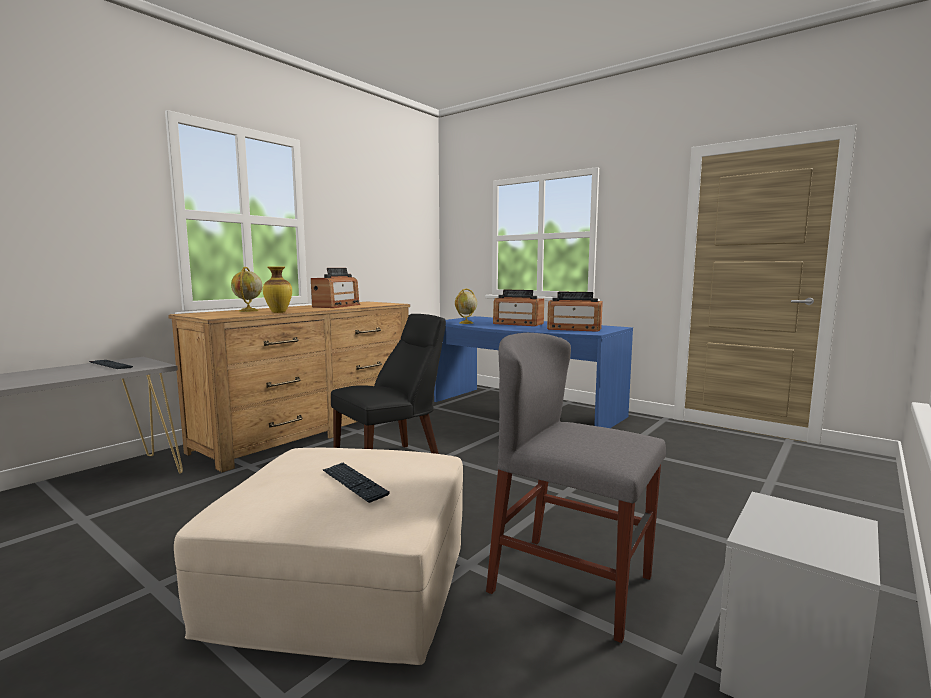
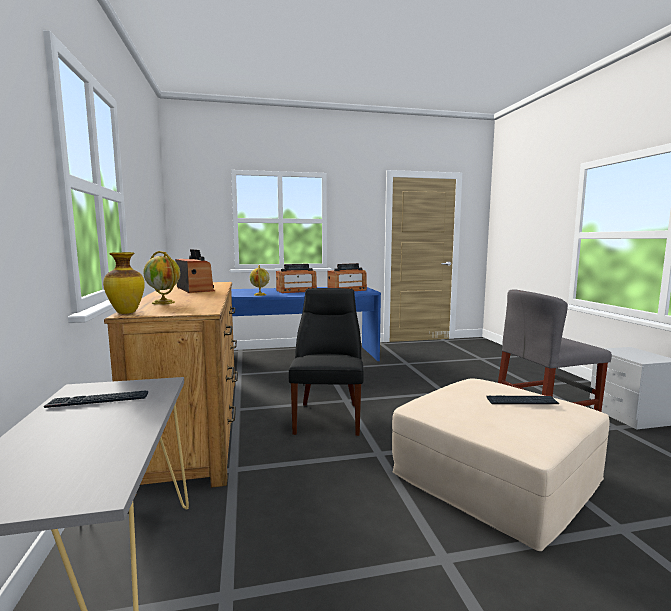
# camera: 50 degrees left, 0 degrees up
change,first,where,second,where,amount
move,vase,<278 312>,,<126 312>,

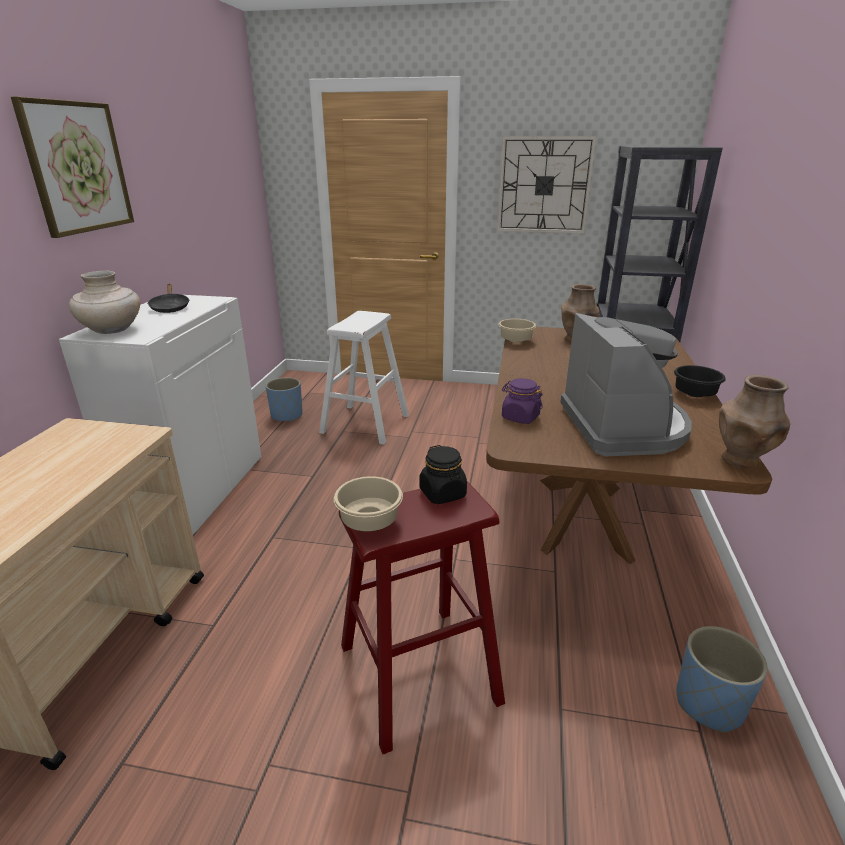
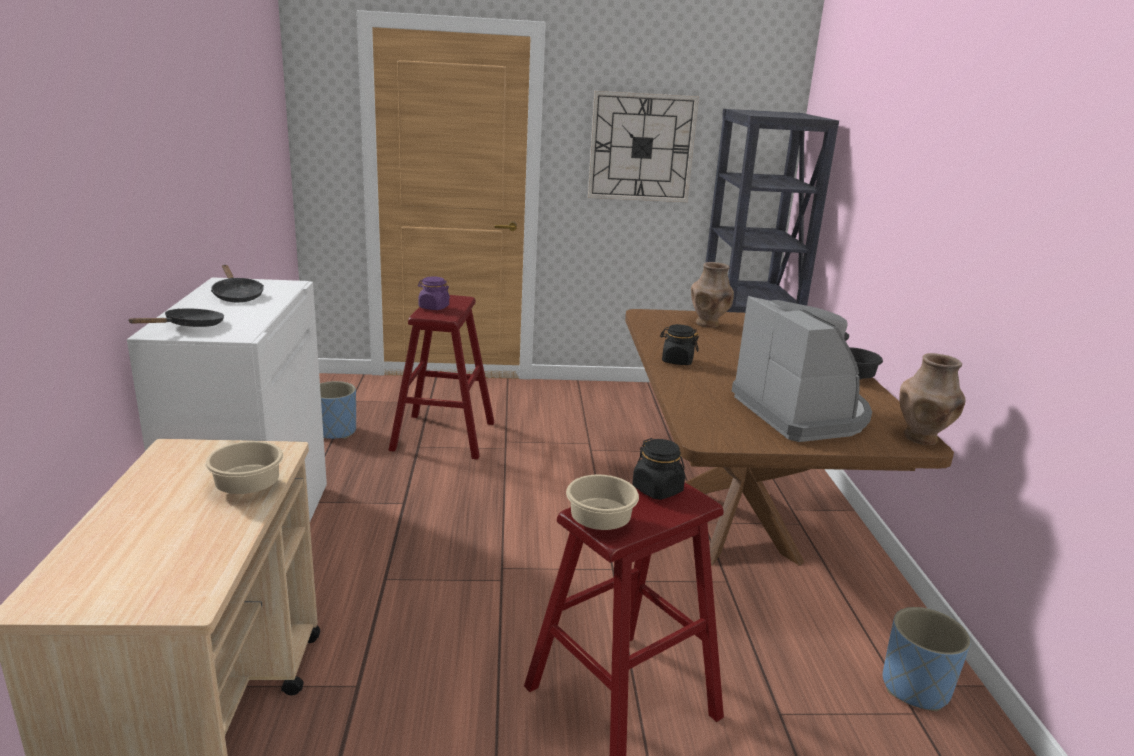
# camera: 15 degrees left, 5 degrees down
change,first,where,second,where,amount
delete,tableau,<77 167>,,,
insert,,,bocal (noir),<677 361>,
move,bol (beige),<516 341>,,<250 487>,
move,bocal (violet),<520 417>,,<433 307>,
replace,vase (beige),<112 330>,poêle (noir),<189 326>,
recolor,tabouret (blanc),<365 424>,tabouret (rouge),<443 436>,

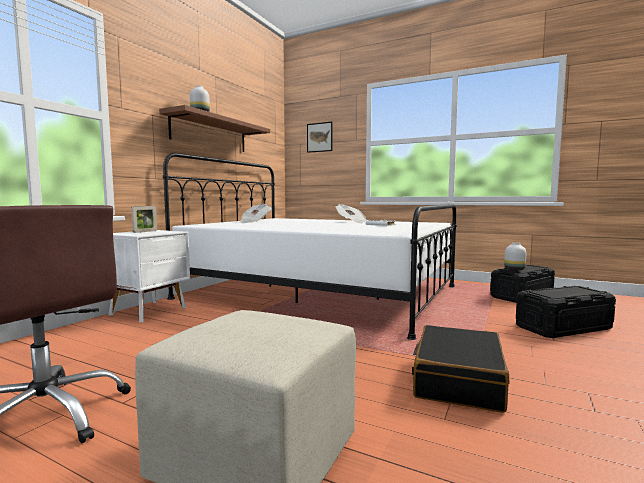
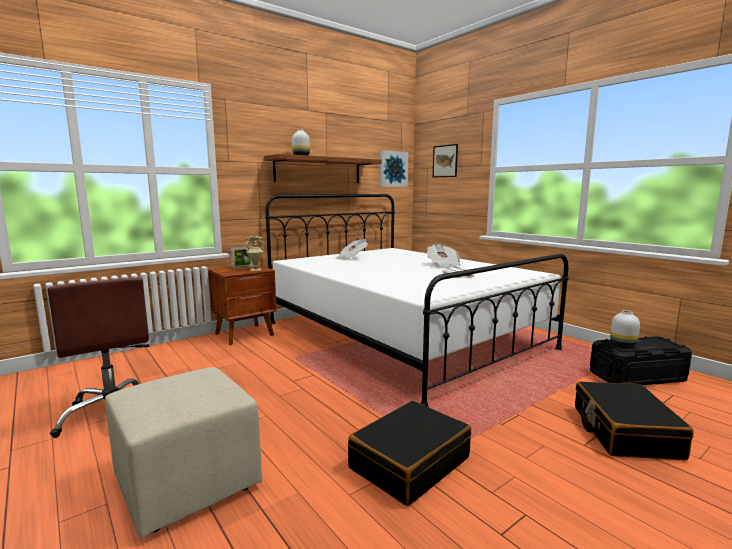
# camera: 25 degrees right, 5 degrees up
change,first,where,second,where,amount
insert,,,vase (beige),<255 269>,
insert,,,tableau,<393 169>,
replace,boîte de rangement (noir),<563 327>,valise (noir),<624 432>,
recolor,table de chevet (blanc),<150 311>,table de chevet (marron),<245 334>,

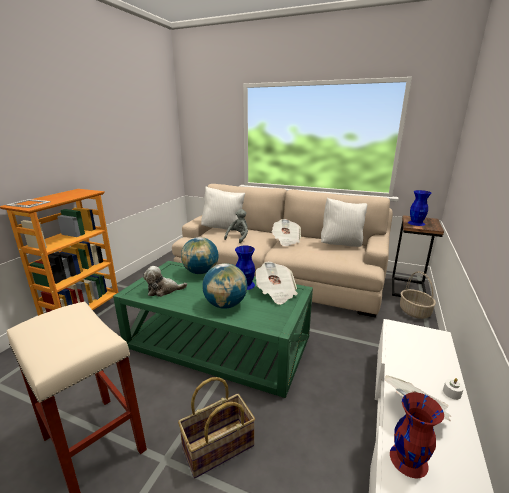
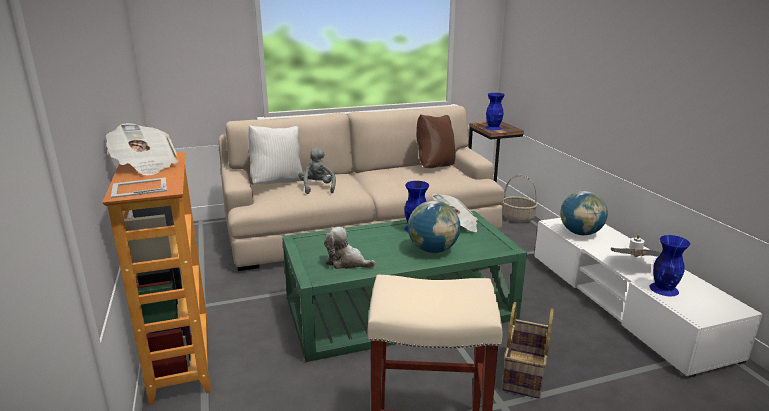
# camera: 40 degrees left, 0 degrees up
change,first,where,second,where,amount
move,globe,<201 272>,,<580 233>,
move,journal,<286 240>,,<145 166>,
recolor,coussin (blanc),<341 244>,coussin (marron),<434 167>,
recolor,vase (rouge),<408 459>,vase (bleu),<663 289>,
rotate,peluche,<163 290>,,<346 262>,75 degrees clockwise

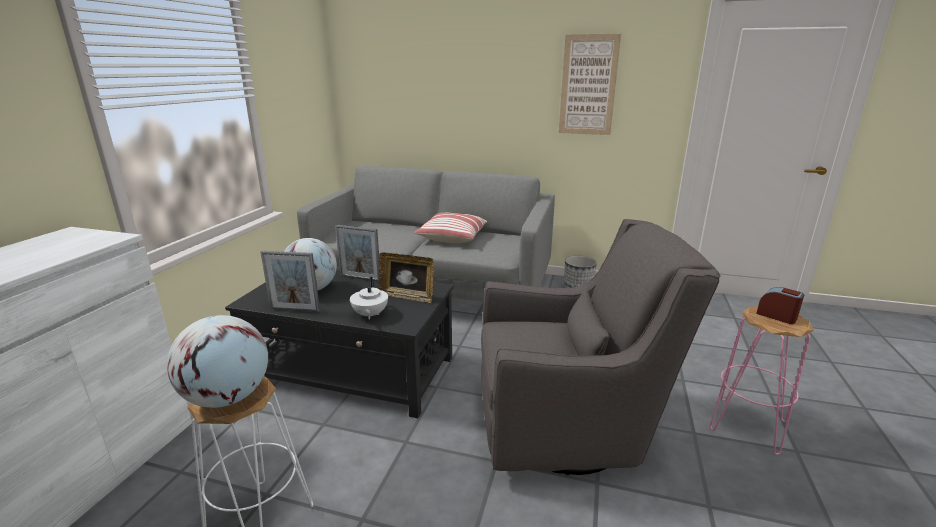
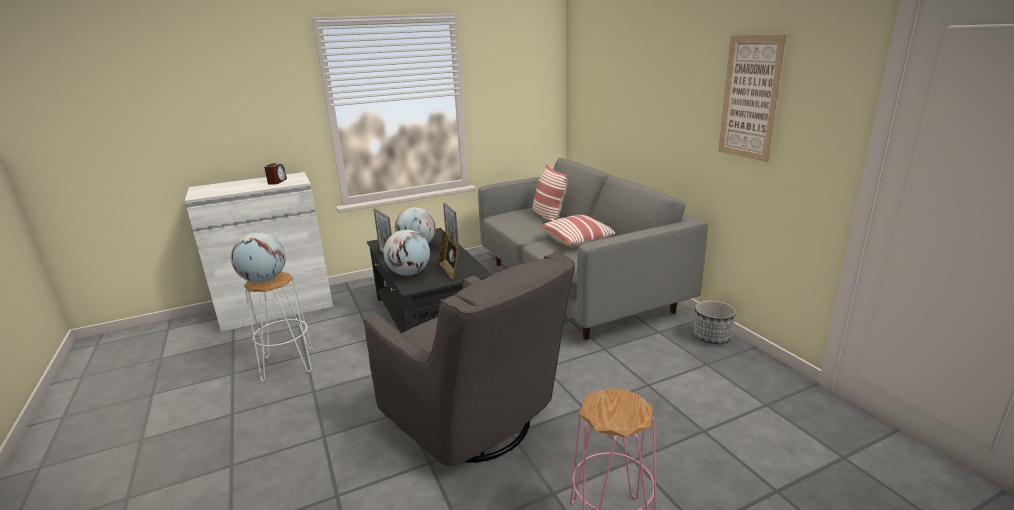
# camera: 50 degrees right, 0 degrees up
change,first,where,second,where,amount
insert,,,coussin,<548 216>,
move,réveil,<776 316>,,<277 181>,
replace,théière (blanc),<370 315>,globe,<409 273>,

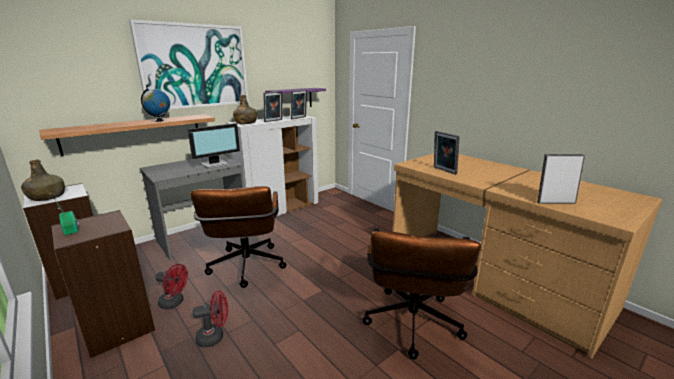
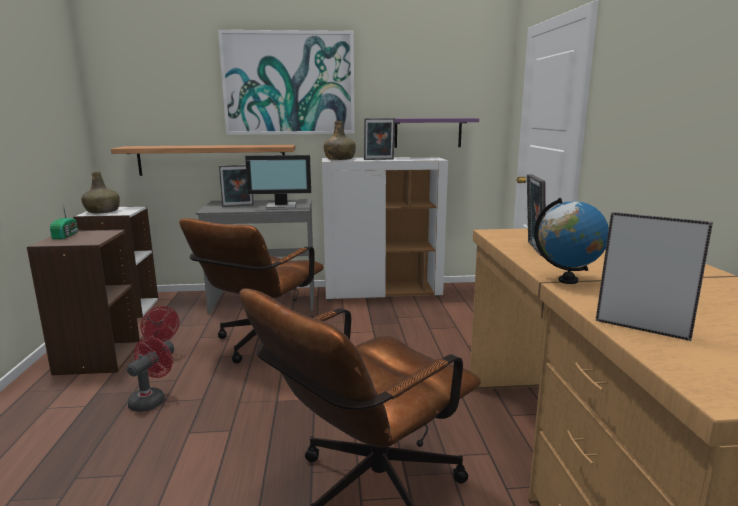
# camera: 35 degrees right, 5 degrees down
change,first,where,second,where,amount
move,globe,<159 121>,,<568 280>,
move,cadre photo,<299 118>,,<238 206>,
rotate,ventilateur (rouge),<215 336>,,<151 400>,90 degrees counterclockwise

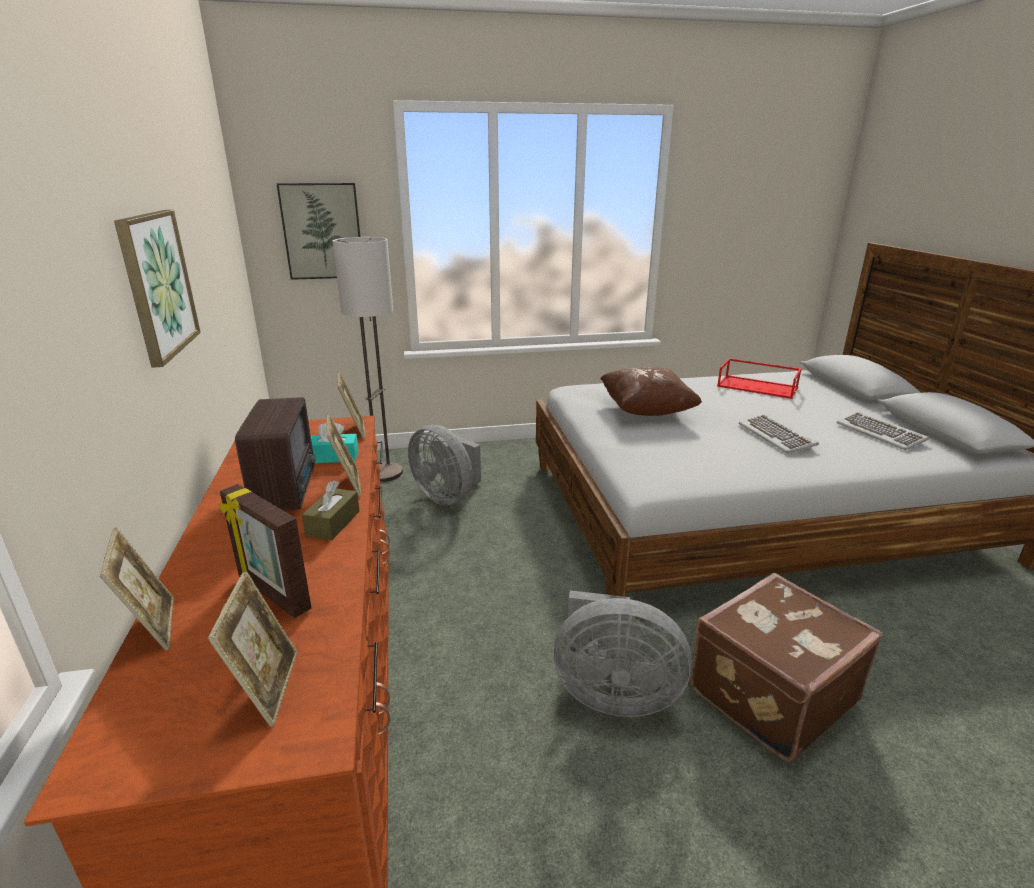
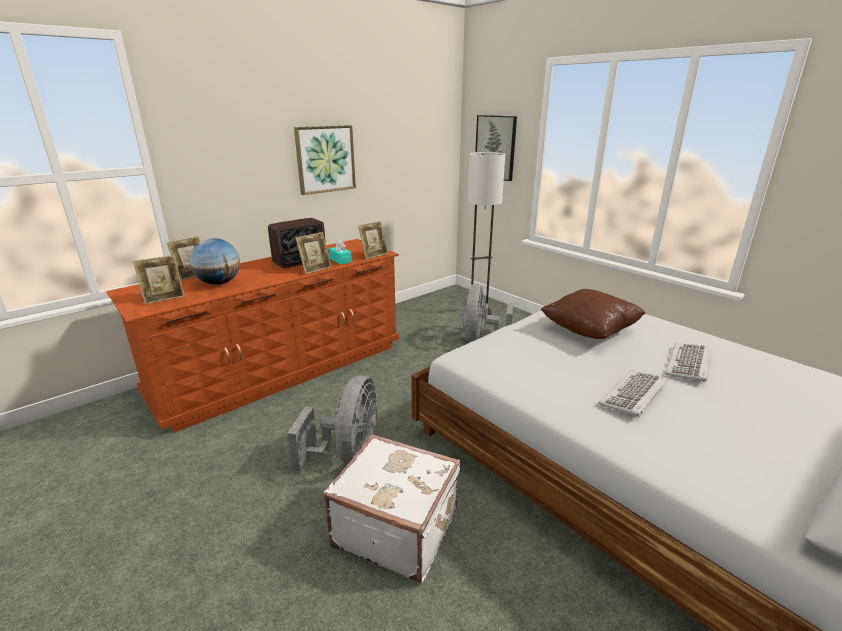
# camera: 60 degrees right, 0 degrees up
change,first,where,second,where,amount
delete,boîte à mouchoirs (marron),<333 523>,,,
delete,plateau (rouge),<758 387>,,,
move,clavier,<880 433>,,<689 364>,
replace,cadre photo,<272 594>,globe,<219 283>,
recolor,valise (marron),<769 693>,valise (blanc),<396 528>,
rotate,ventilateur (gris),<612 694>,,<348 454>,150 degrees counterclockwise

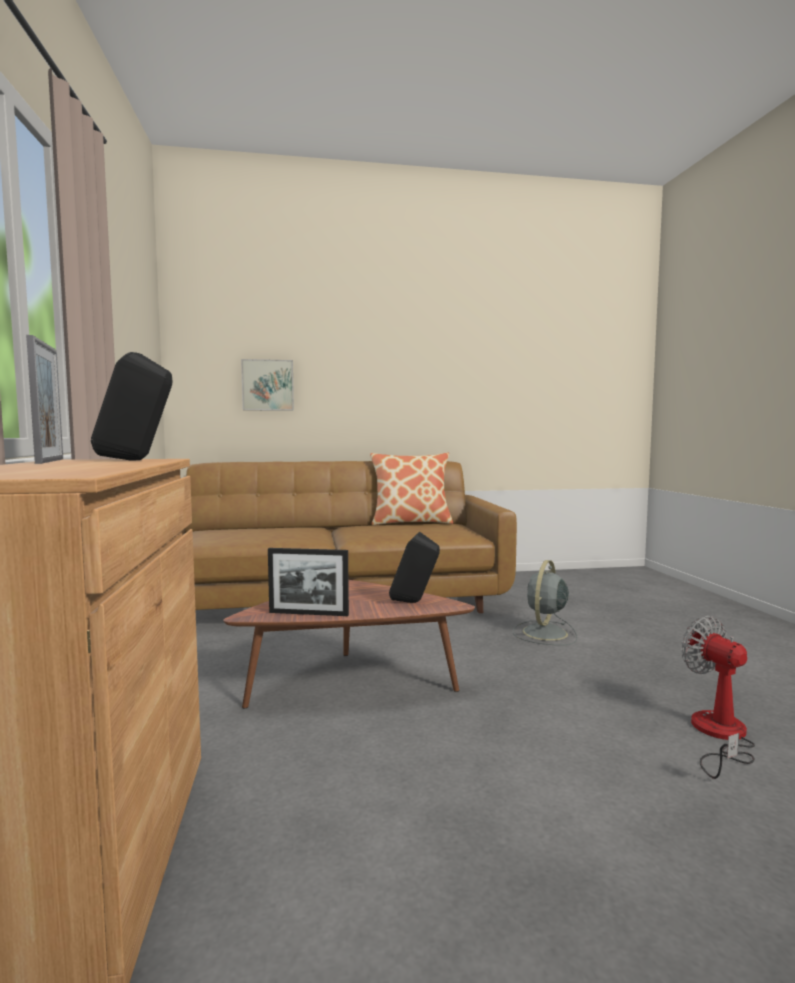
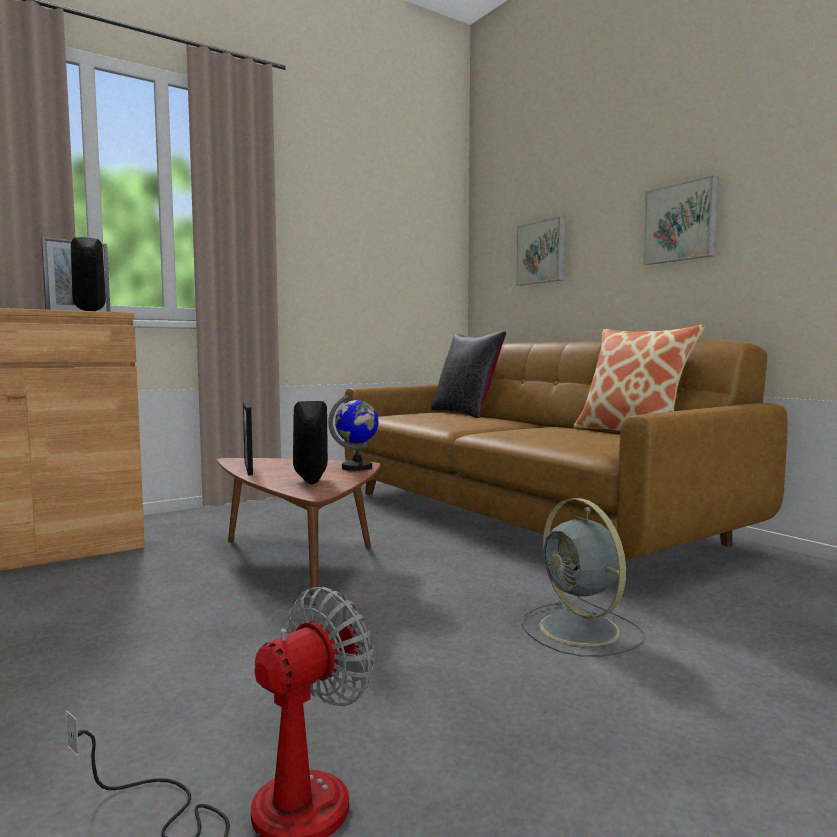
# camera: 65 degrees right, 0 degrees up
change,first,where,second,where,amount
insert,,,globe,<357 468>,
insert,,,coussin (noir),<465 413>,
insert,,,tableau,<681 223>,
rotate,ventilateur (gris),<544 633>,,<582 630>,120 degrees counterclockwise

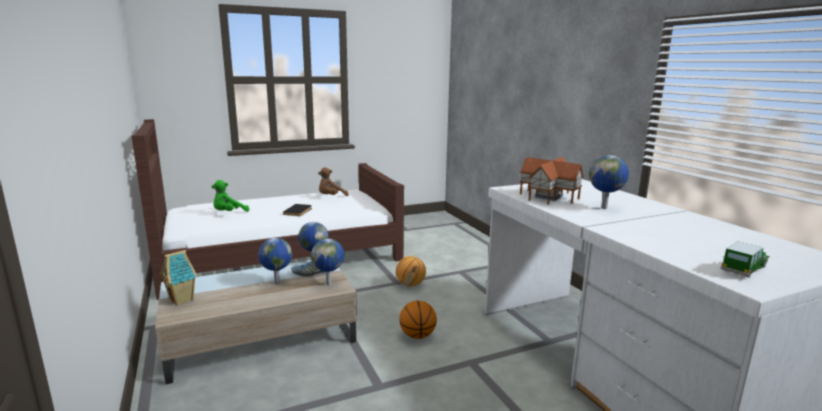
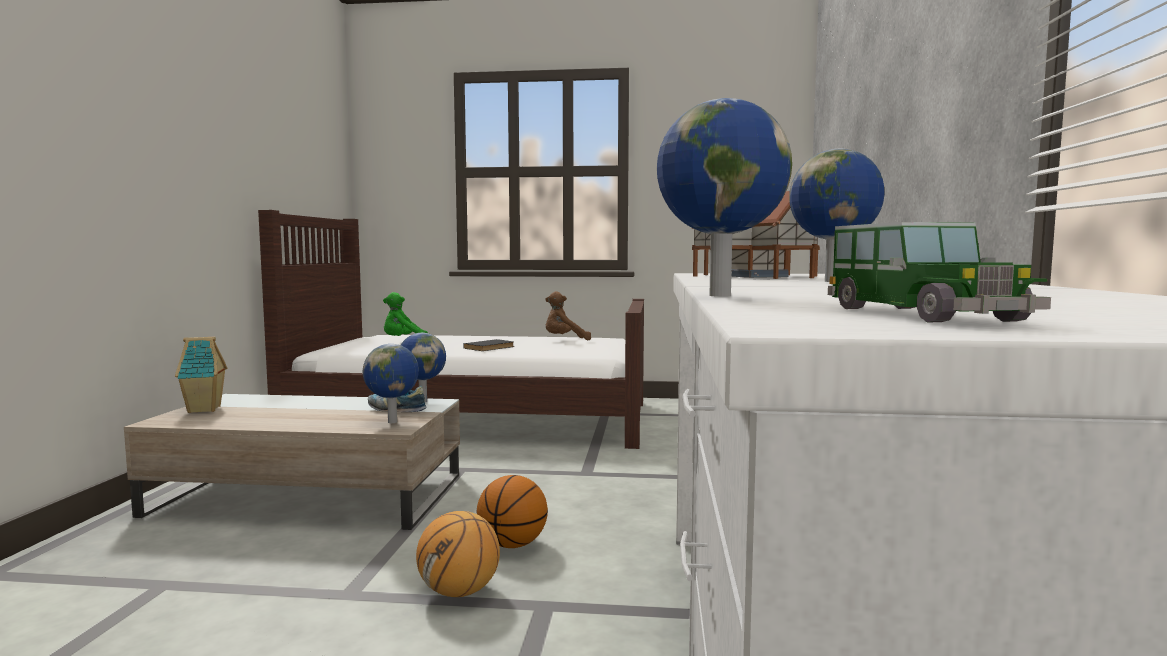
# camera: 30 degrees right, 10 degrees down
change,first,where,second,where,amount
move,globe,<276 283>,,<717 295>,
move,ballon de basket,<410 284>,,<459 592>,
rotate,petite voiture,<743 268>,,<922 315>,90 degrees clockwise

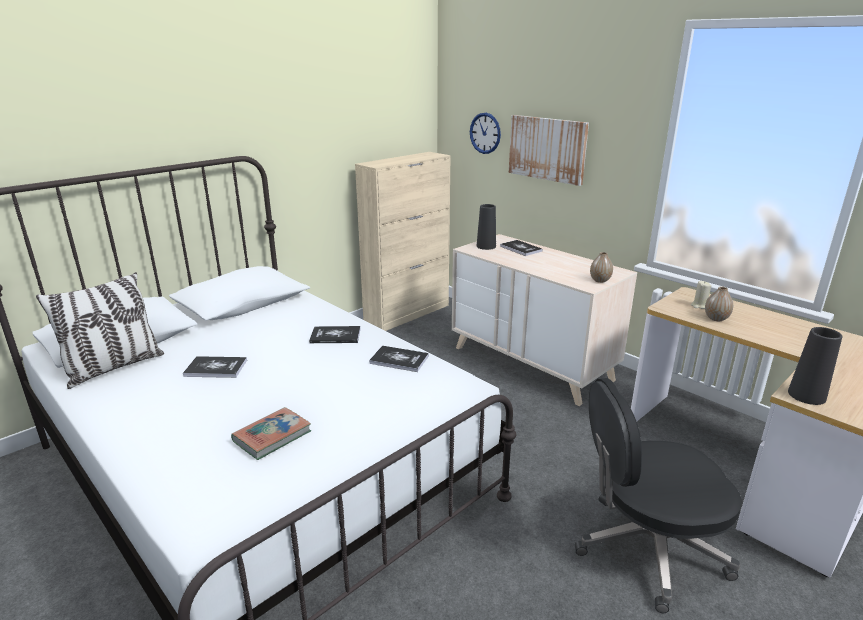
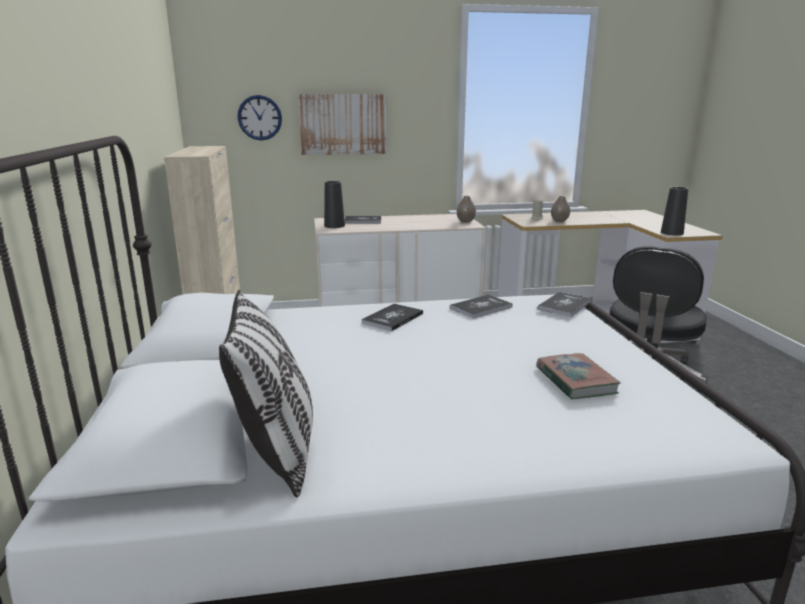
# camera: 55 degrees left, 5 degrees down
change,first,where,second,where,amount
move,livre,<216 368>,,<564 305>,

